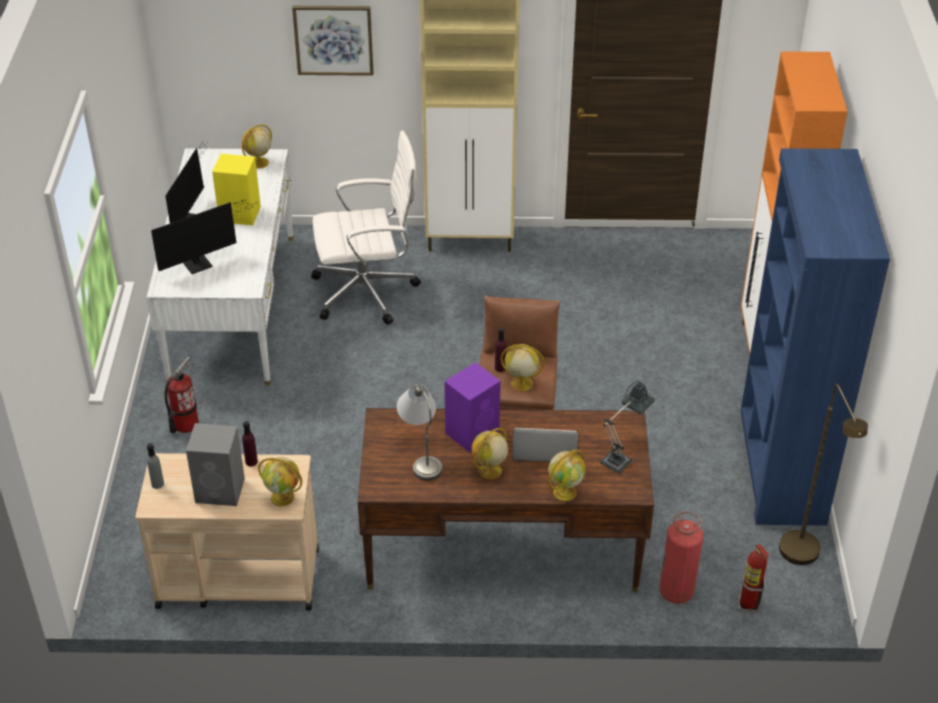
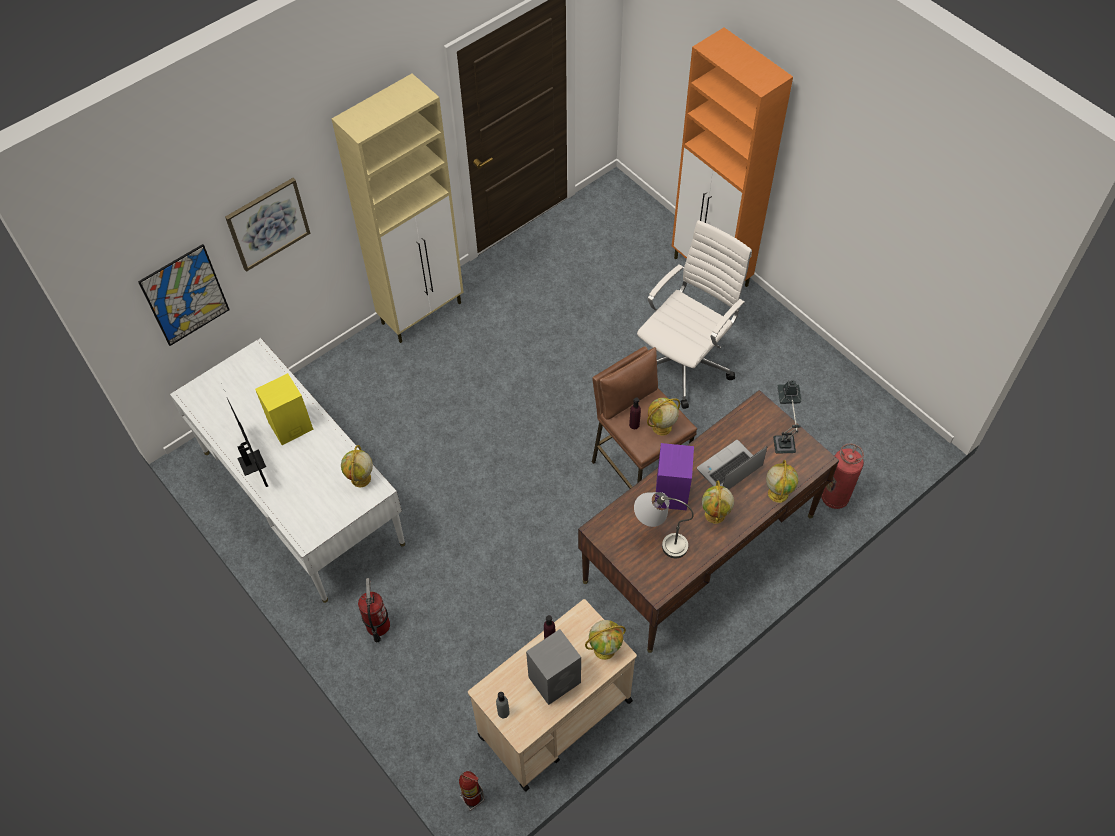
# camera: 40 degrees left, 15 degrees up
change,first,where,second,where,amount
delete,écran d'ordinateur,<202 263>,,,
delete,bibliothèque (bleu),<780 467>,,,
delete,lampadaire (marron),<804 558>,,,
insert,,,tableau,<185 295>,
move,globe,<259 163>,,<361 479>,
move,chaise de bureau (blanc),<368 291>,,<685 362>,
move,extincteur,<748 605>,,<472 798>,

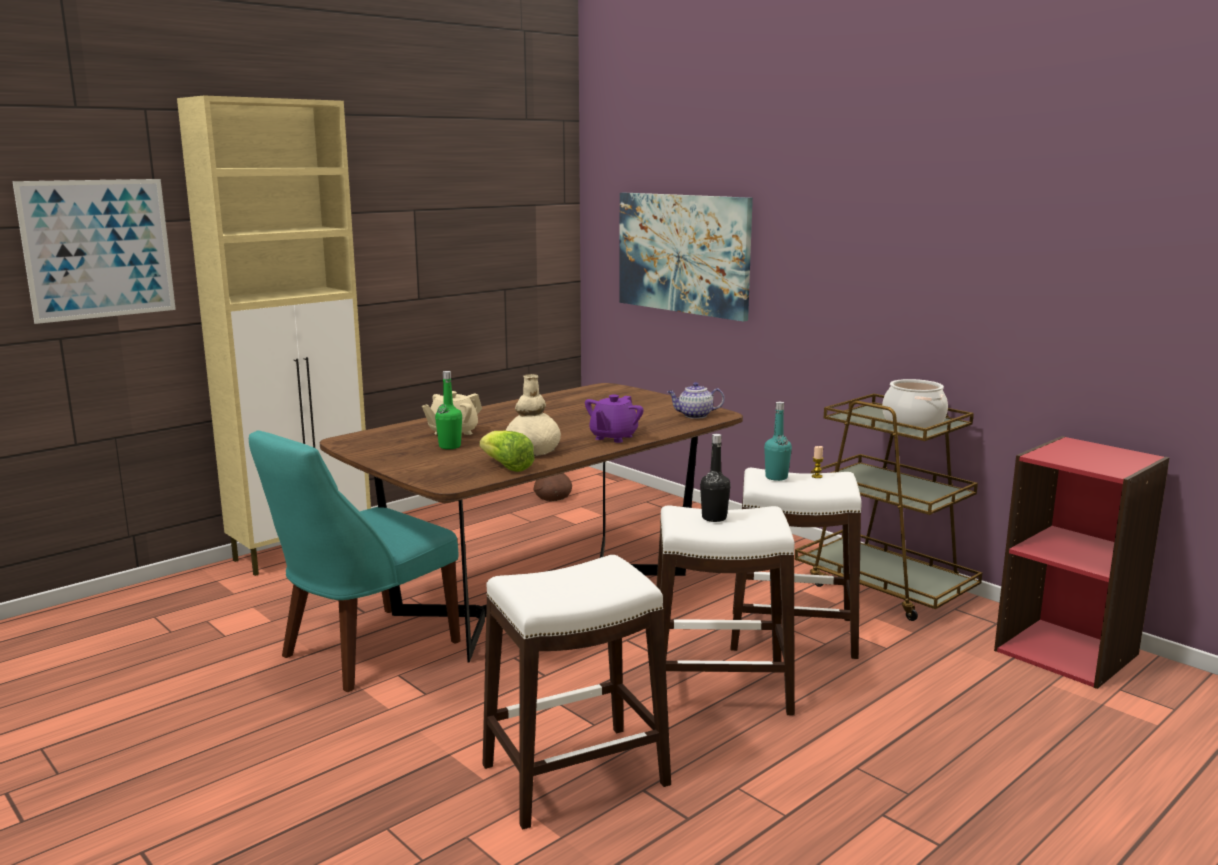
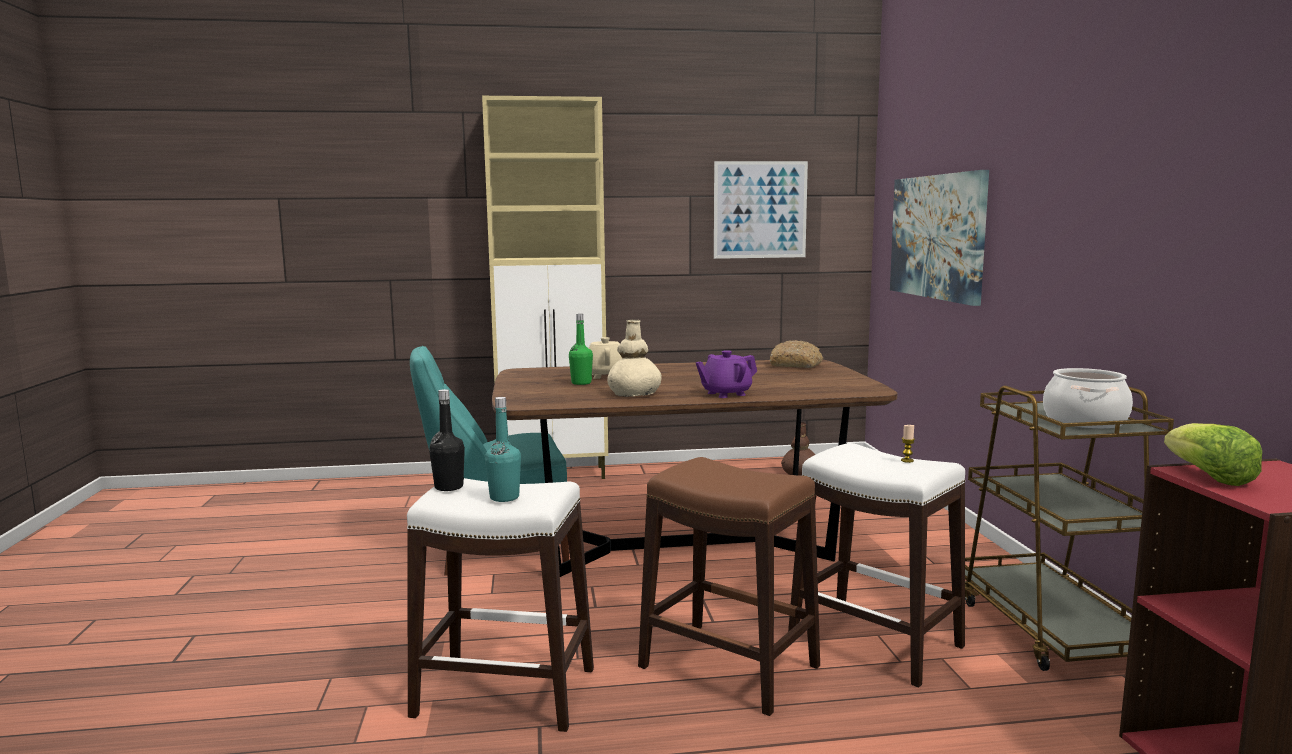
# camera: 35 degrees right, 5 degrees down
change,first,where,second,where,amount
delete,théière,<694 415>,,,
insert,,,pain,<796 365>,
move,tableau,<98 249>,,<760 210>,
move,laitue,<506 467>,,<1209 477>,
move,bouteille (noir),<714 518>,,<449 487>,
move,bouteille (turquoise),<776 477>,,<504 497>,
recolor,tabouret (blanc),<718 688>,tabouret (marron),<729 666>,

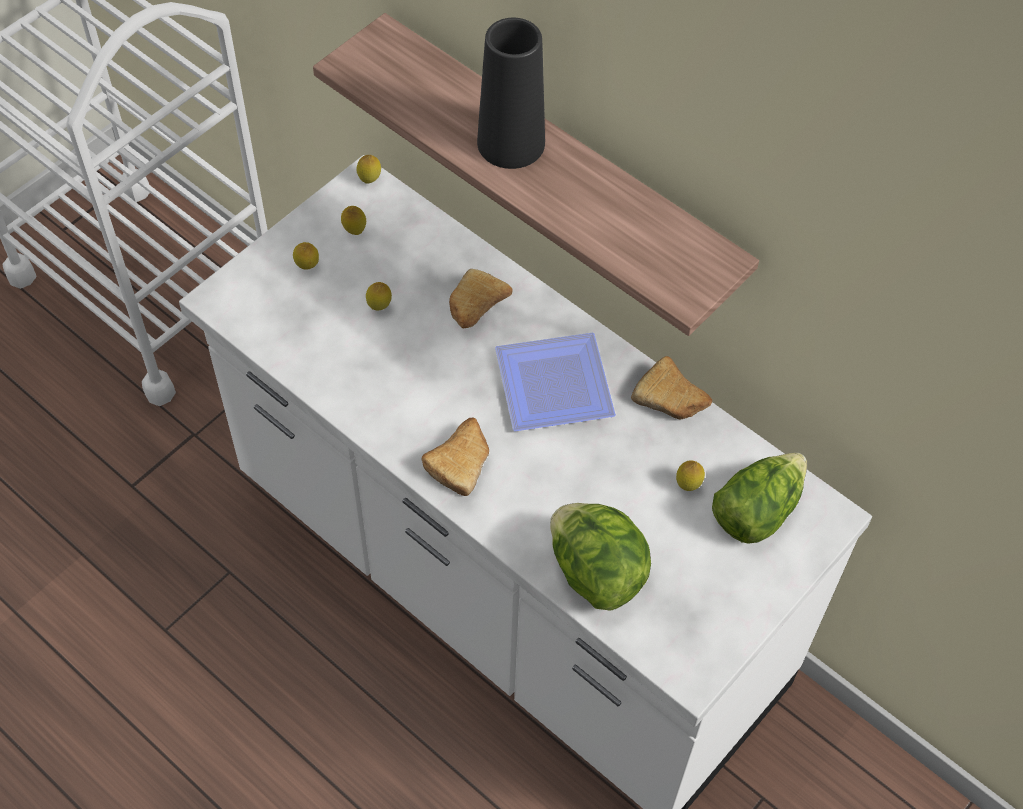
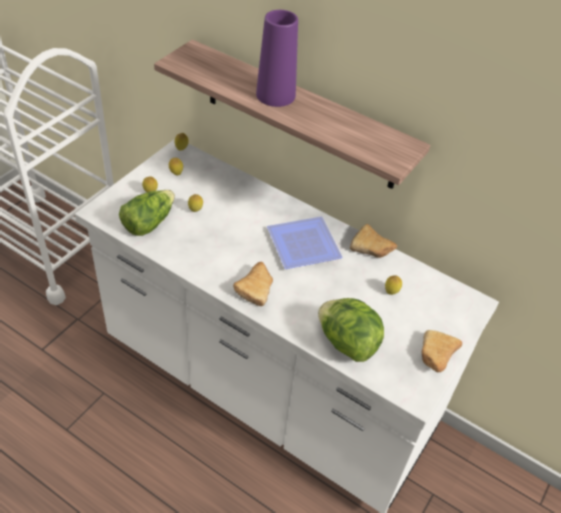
# camera: 10 degrees left, 10 degrees down
change,first,where,second,where,amount
move,pain,<474 309>,,<435 357>,
move,laitue,<756 510>,,<148 222>,
recolor,vase (noir),<511 143>,vase (violet),<275 95>,

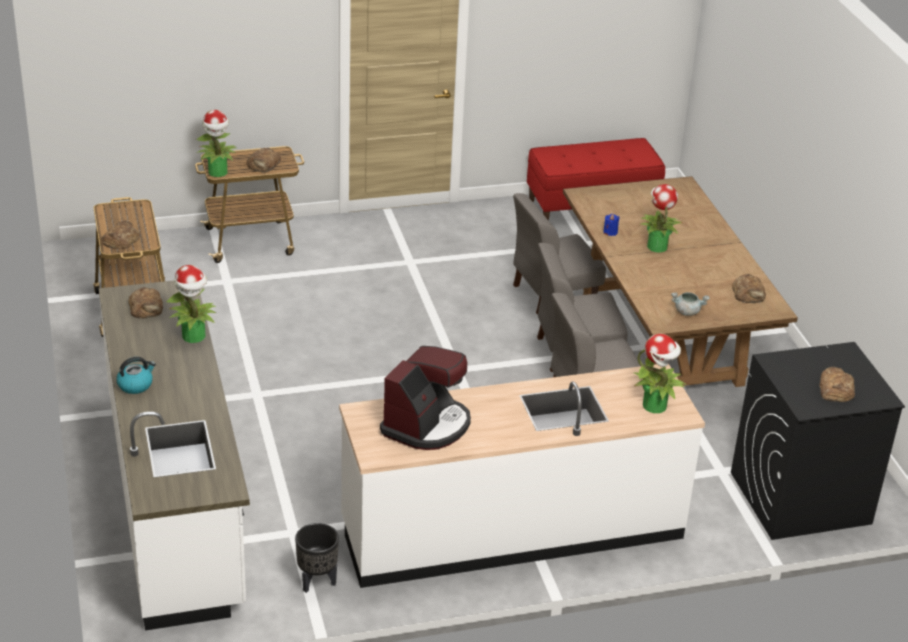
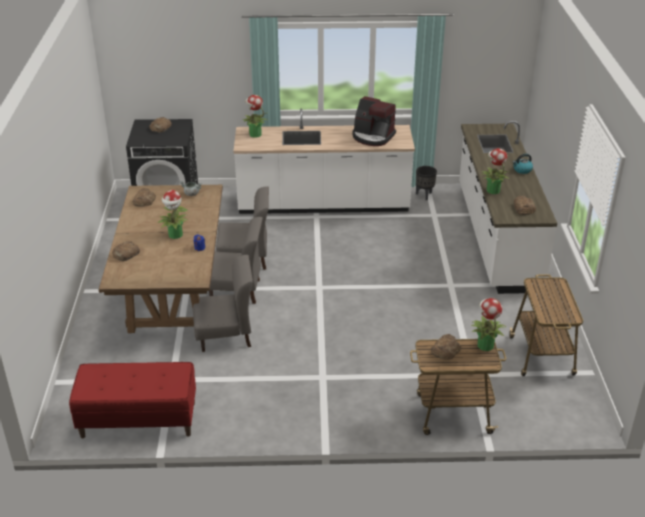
# camera: 165 degrees left, 0 degrees up
change,first,where,second,where,amount
move,pain,<121 239>,,<125 254>,
rotate,machine à café,<427 425>,,<372 137>,105 degrees counterclockwise

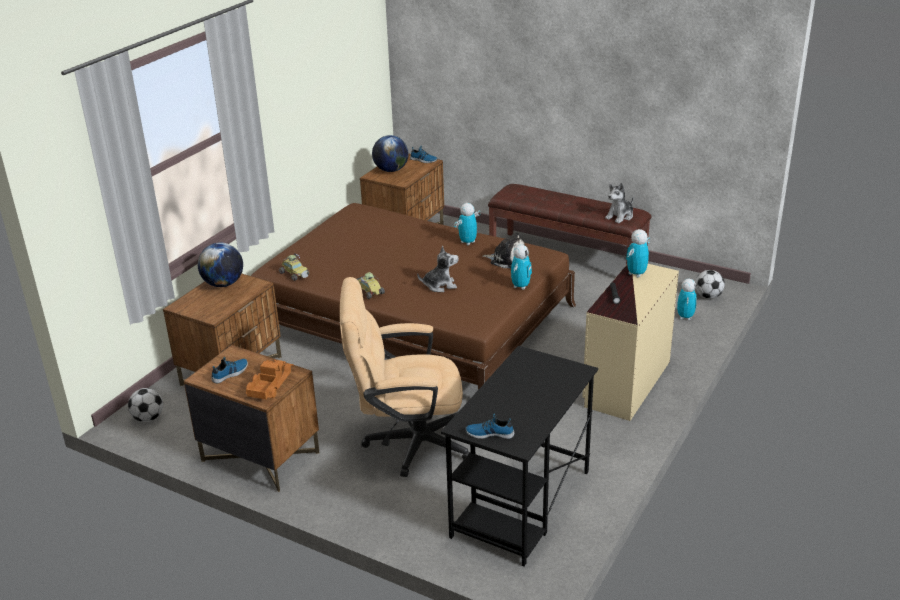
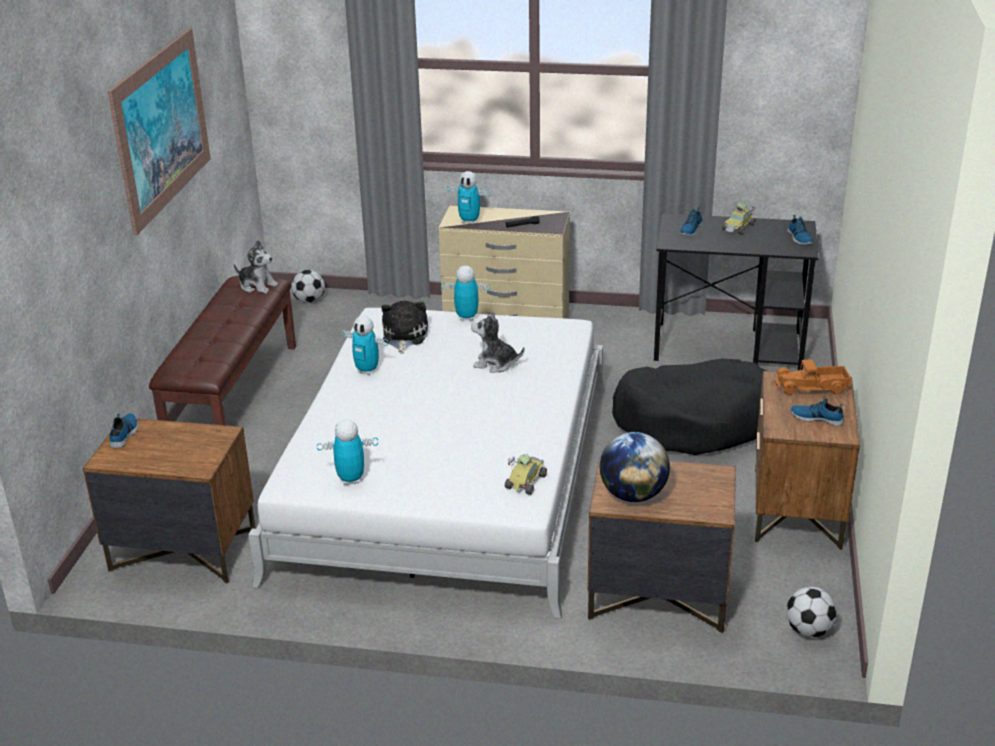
# camera: 110 degrees left, 0 degrees up
change,first,where,second,where,amount
delete,globe,<391 170>,,,
insert,,,tableau,<162 128>,
insert,,,chaussure,<690 230>,
move,petite voiture,<368 291>,,<738 228>,
move,robot jouet,<685 317>,,<350 479>,
replace,chaise de bureau (beige),<407 443>,panier pour chien (noir),<694 421>,
recolor,lit (marron),<413 319>,lit (blanc),<447 478>,
rotate,peluche,<440 285>,,<495 364>,45 degrees counterclockwise

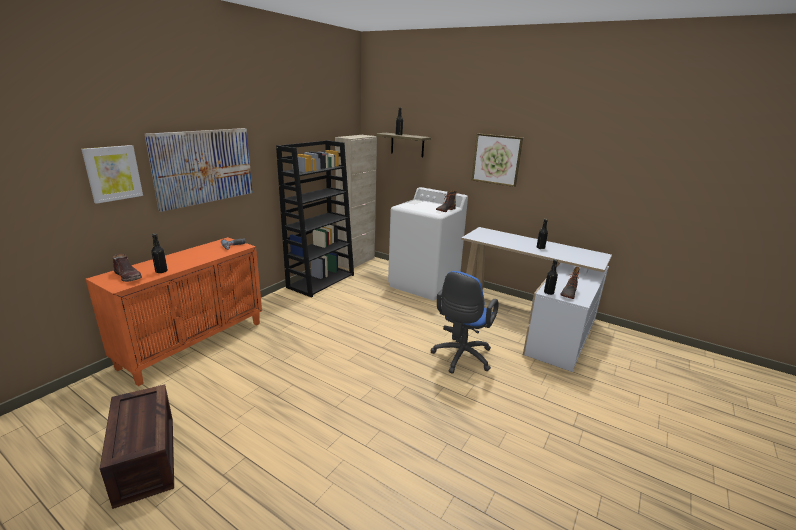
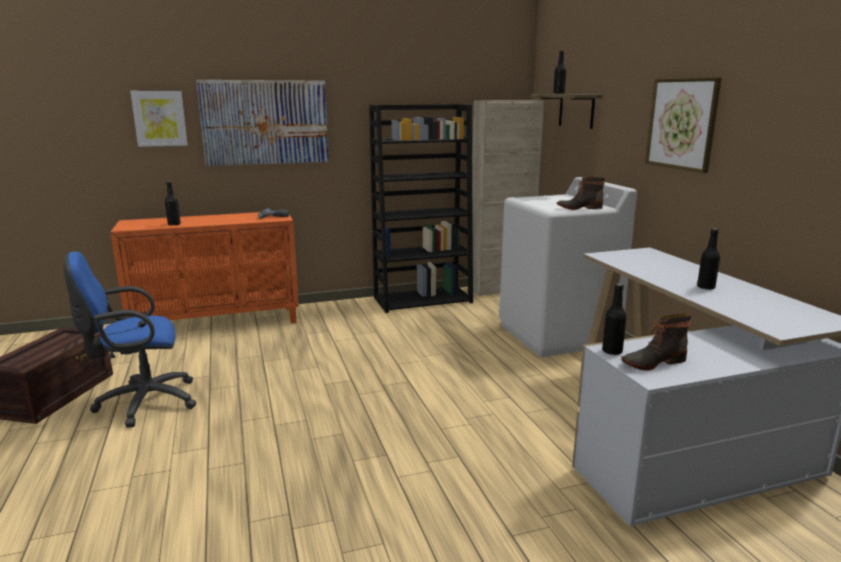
# camera: 40 degrees right, 5 degrees down
change,first,where,second,where,amount
delete,botte (marron),<128 276>,,,
move,chaise de bureau (bleu),<460 358>,,<142 403>,

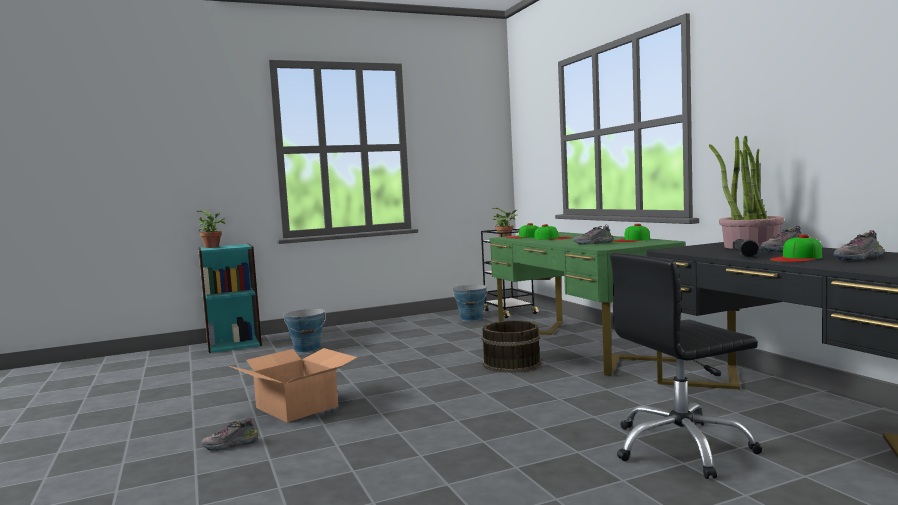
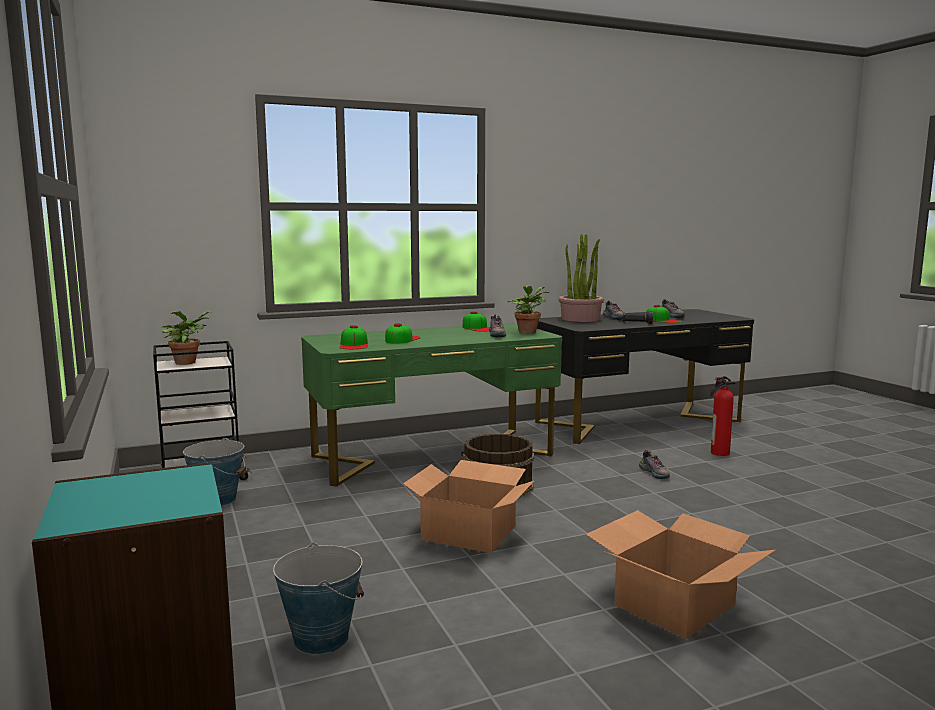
# camera: 90 degrees left, 5 degrees up
change,first,where,second,where,amount
insert,,,carton,<469 532>,
move,plante en pot,<213 247>,,<527 332>,
move,chaussure,<230 445>,,<655 473>,
replace,chaise de bureau (noir),<681 447>,extincteur,<718 453>,

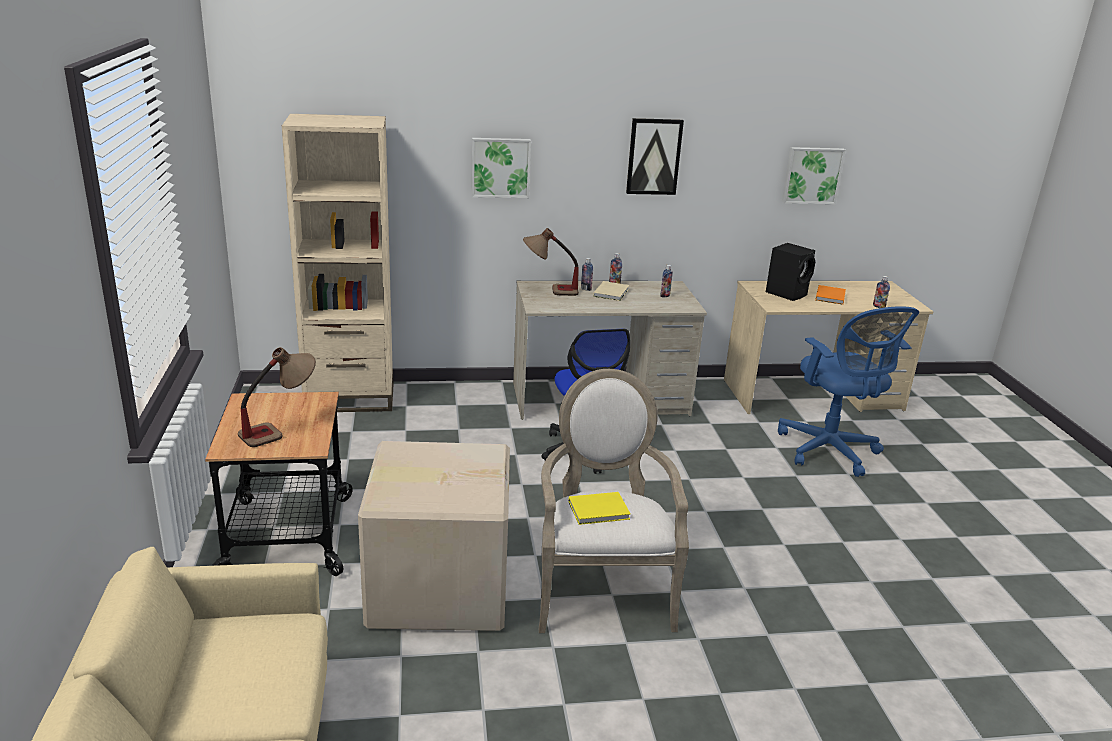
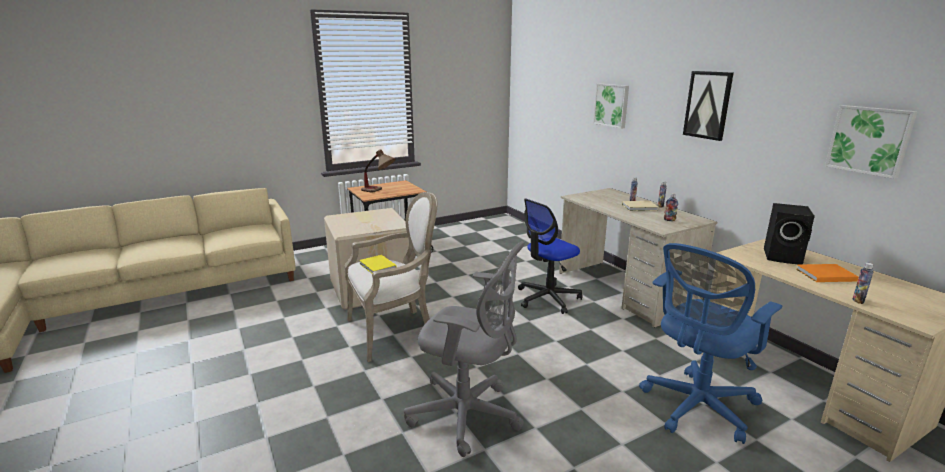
# camera: 70 degrees right, 5 degrees down
change,first,where,second,where,amount
delete,bibliothèque (beige),<349 398>,,,
delete,lampe de table,<549 291>,,,
insert,,,chaise de bureau (gris),<468 415>,

